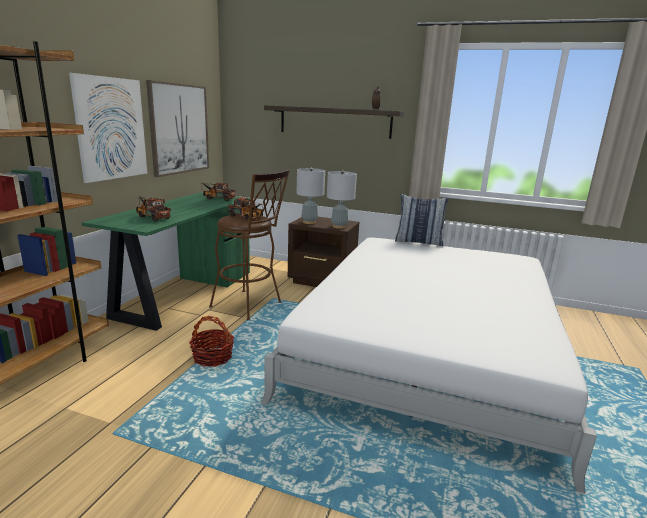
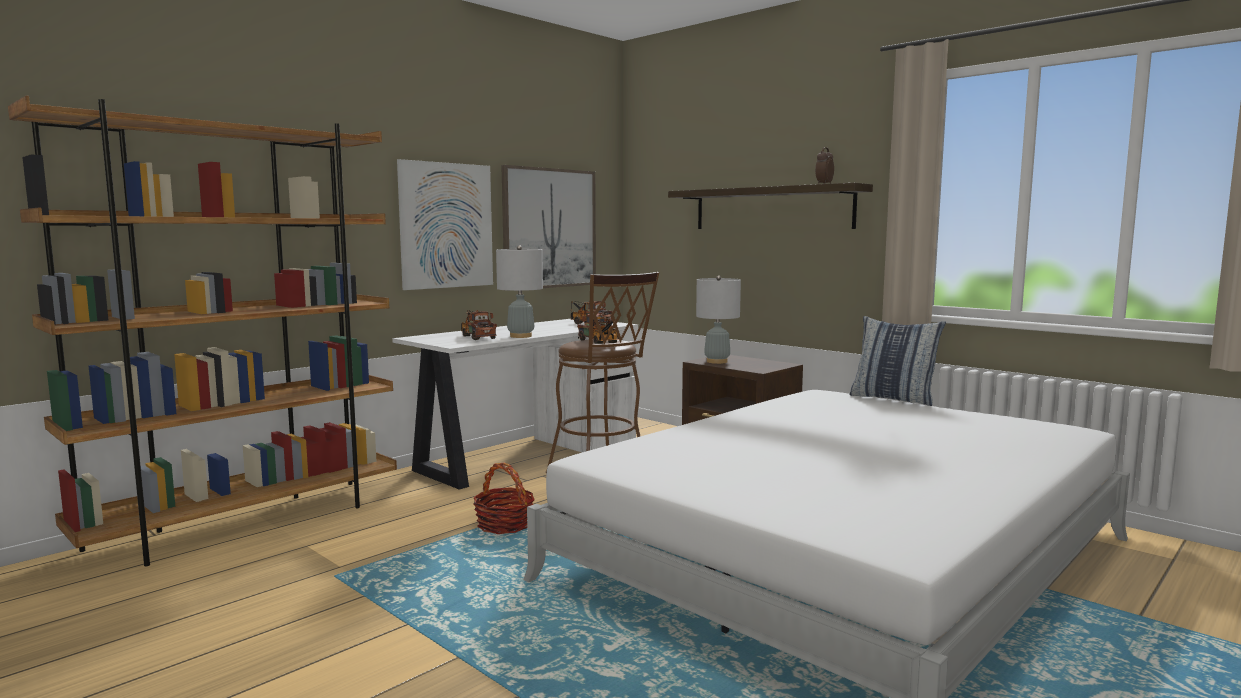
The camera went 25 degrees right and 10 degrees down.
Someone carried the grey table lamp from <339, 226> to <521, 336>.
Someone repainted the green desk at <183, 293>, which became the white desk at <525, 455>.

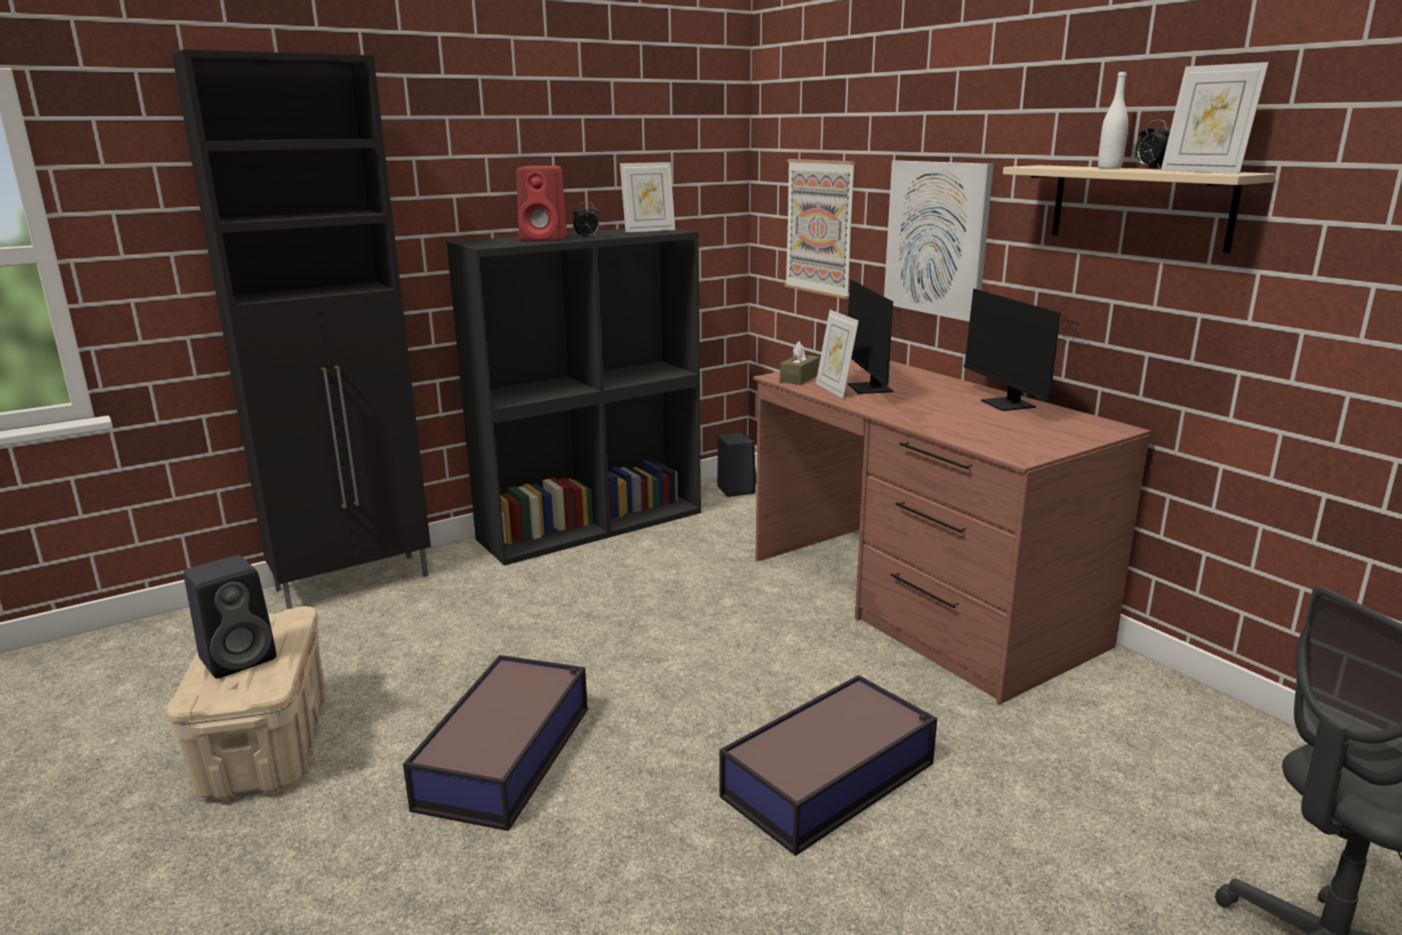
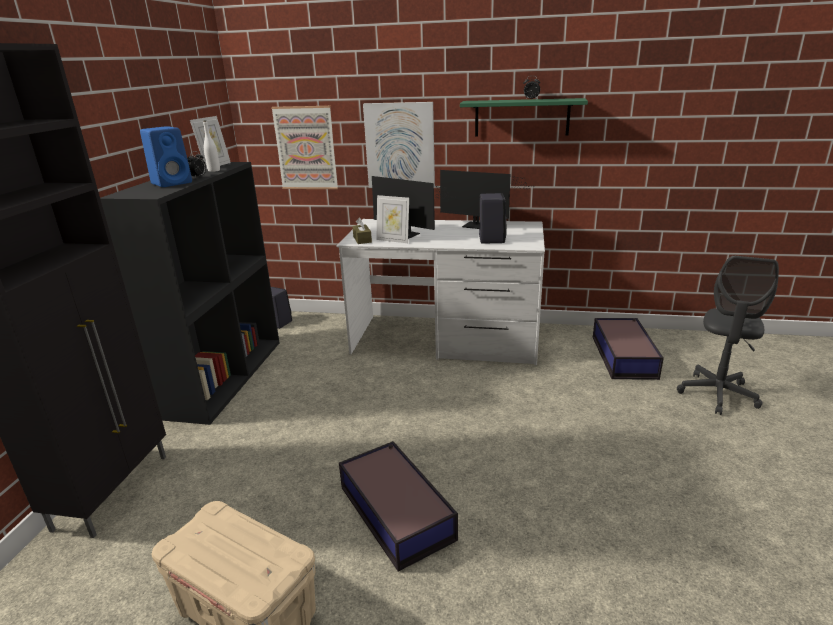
The camera went 45 degrees left and 5 degrees up.
Someone took away the picture frame at <1203, 172>.
Someone carried the white bottle from <1109, 168> to <214, 170>.
Someone repainted the beige shelf at <1140, 206>, which became the green shelf at <521, 117>.
Someone repainted the red speaker at <545, 239>, which became the blue speaker at <173, 183>.
Someone repainted the brown desk at <917, 600>, which became the white desk at <446, 339>.
Someone carried the black speaker from <240, 657> to <491, 239>.
Someone carried the storage box from <831, 779> to <623, 356>.

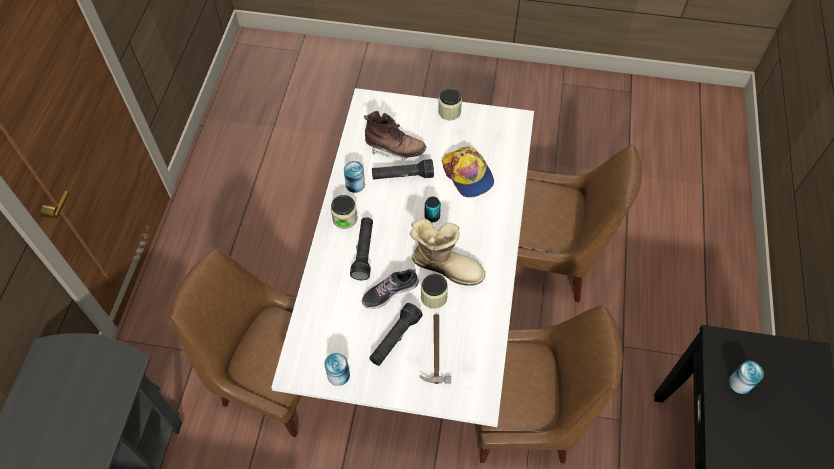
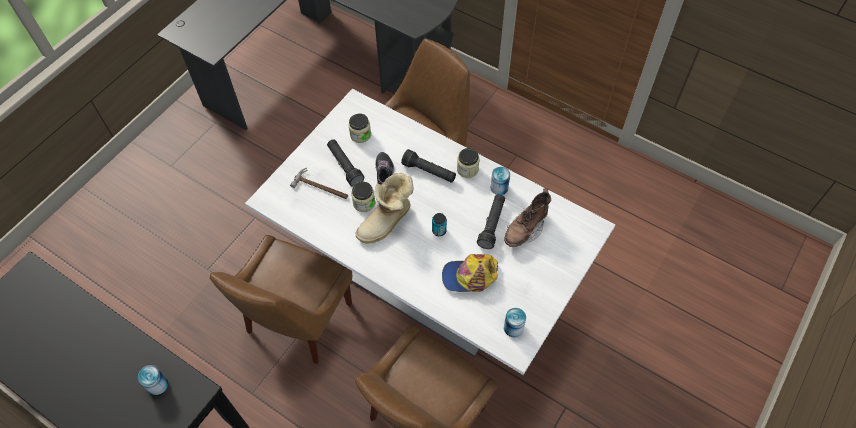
The camera went 115 degrees right and 0 degrees up.
Someone carried the jar from <449, 112> to <360, 135>.
Someone carried the can from <338, 375> to <513, 328>.

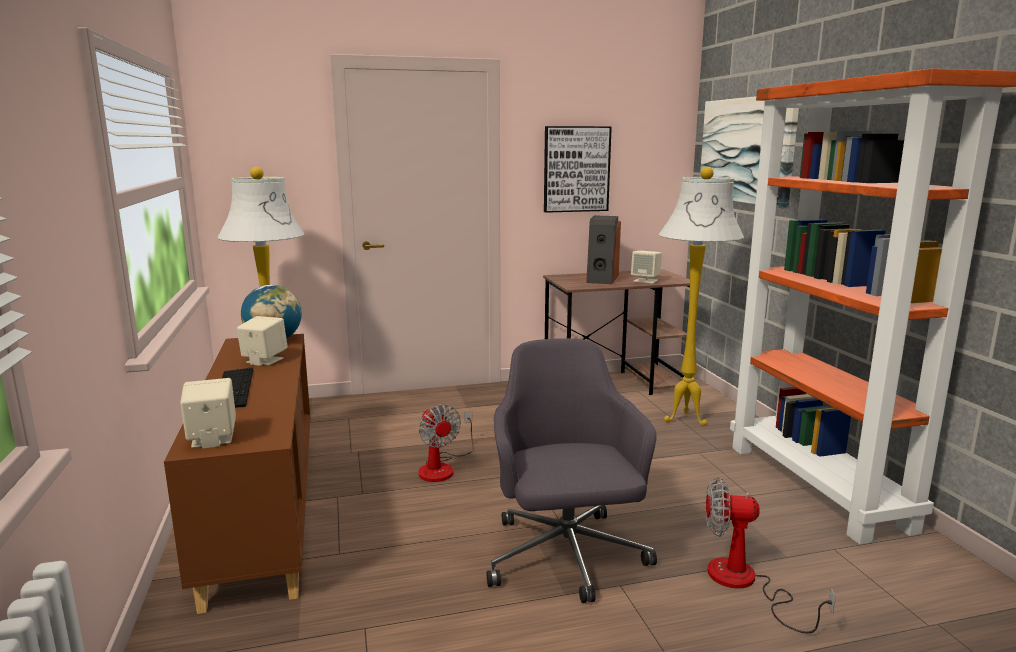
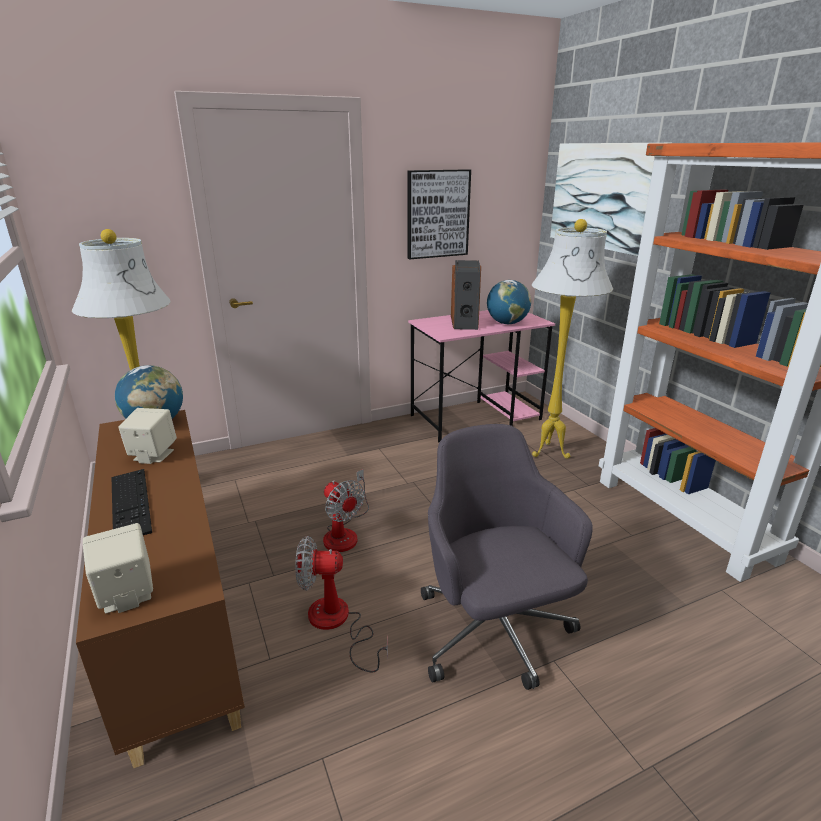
The camera went 10 degrees left and 10 degrees up.
Someone swapped the beige speaker at <646, 281> for the globe at <507, 323>.
Someone repainted the brown desk at <615, 385>, which became the pink desk at <476, 417>.
Someone carried the fan from <745, 584> to <337, 623>.

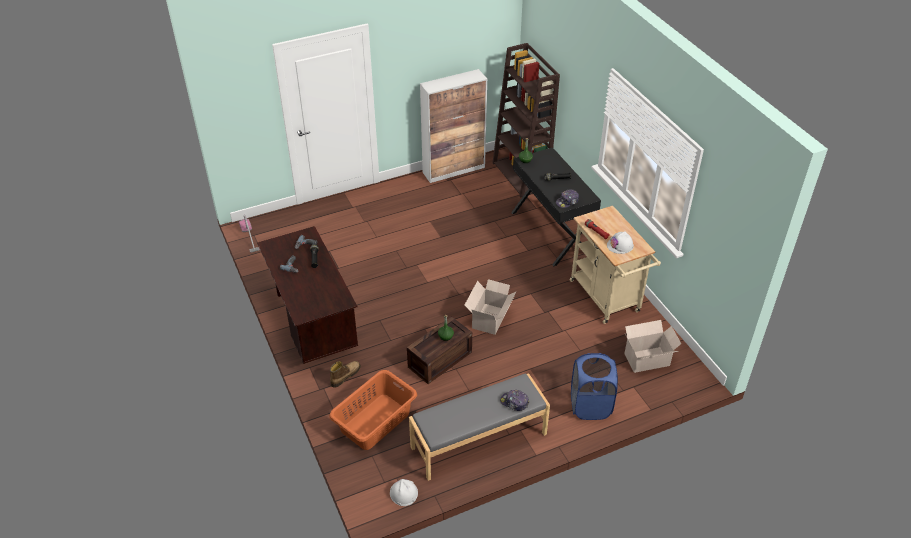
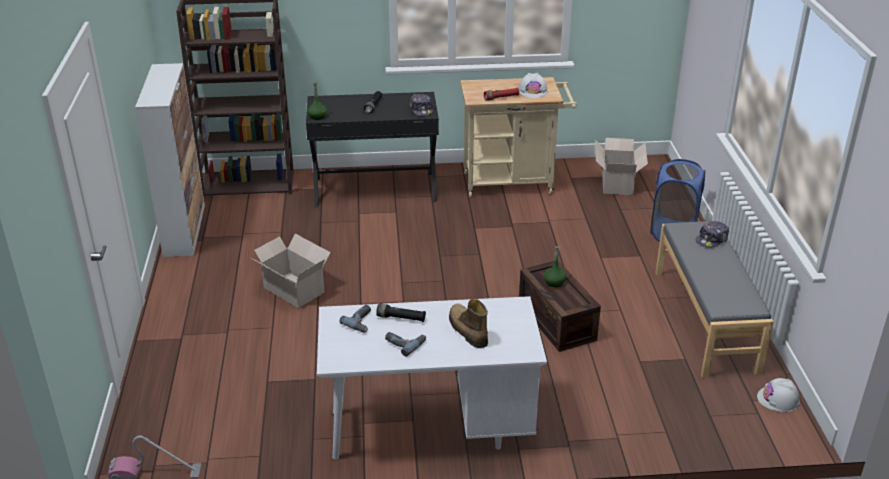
The camera went 70 degrees left and 10 degrees down.
Someone repainted the brown desk at <313, 326>, which became the white desk at <429, 429>.
Someone carried the cardboard box from <490, 318> to <293, 289>.
Someone carried the boot from <345, 375> to <467, 331>.
Someone took away the orange laundry basket at <374, 421>.

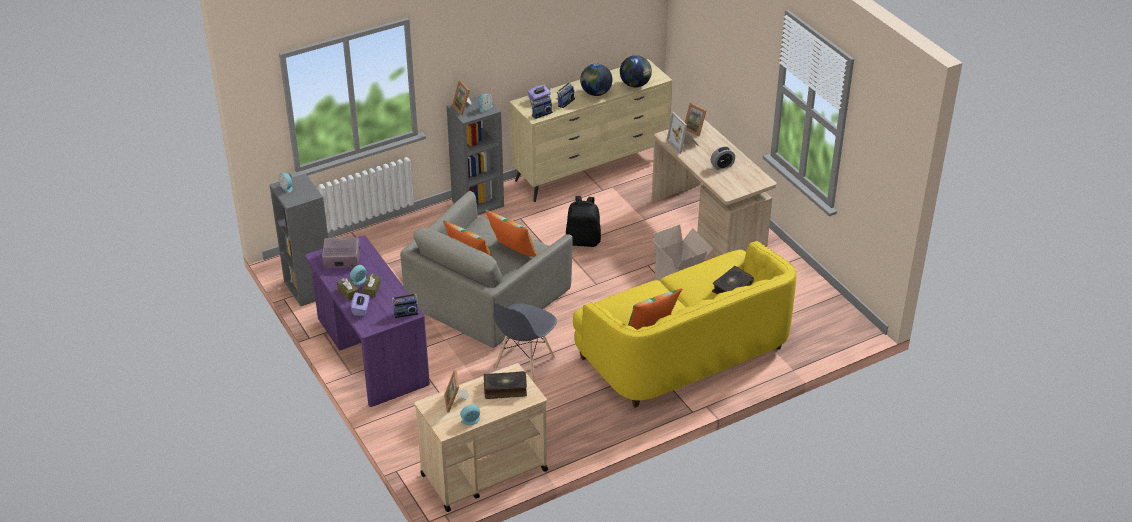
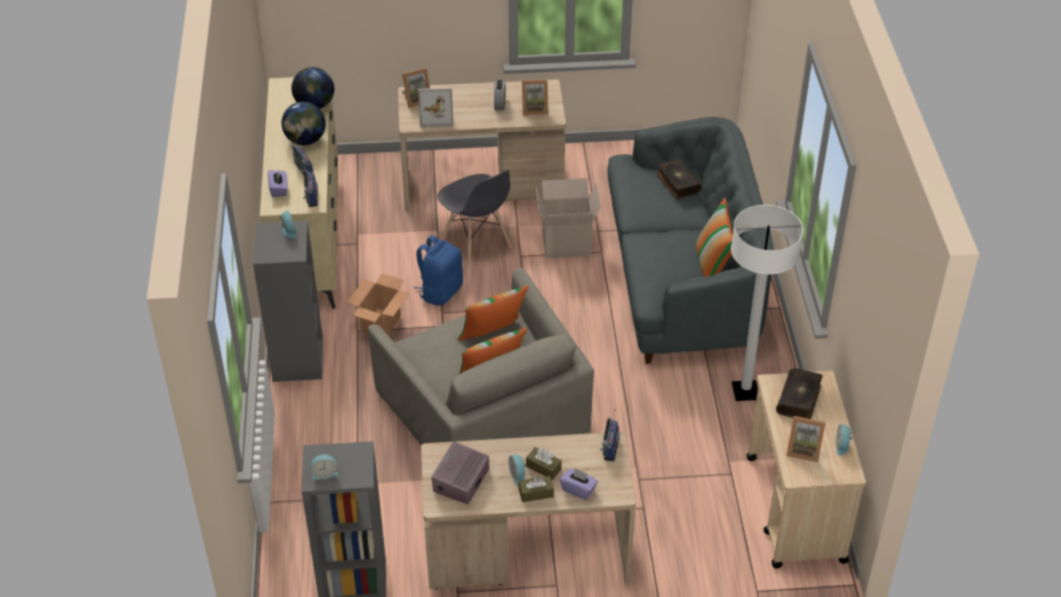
The camera went 65 degrees left and 5 degrees up.
Someone carried the picture frame from <463, 108> to <534, 109>.
Someone repainted the black backpack at <583, 241>, which became the blue backpack at <440, 291>.
Someone repainted the purple desk at <370, 353>, which became the beige desk at <527, 554>.
Someone repainted the yellow sofa at <684, 351>, which became the grey sofa at <682, 279>.
Someone carried the grey chair from <524, 363> to <476, 244>.
Someone put down the white floor lamp at <745, 391>.
Someone put down the cardboard box at <381, 324>.

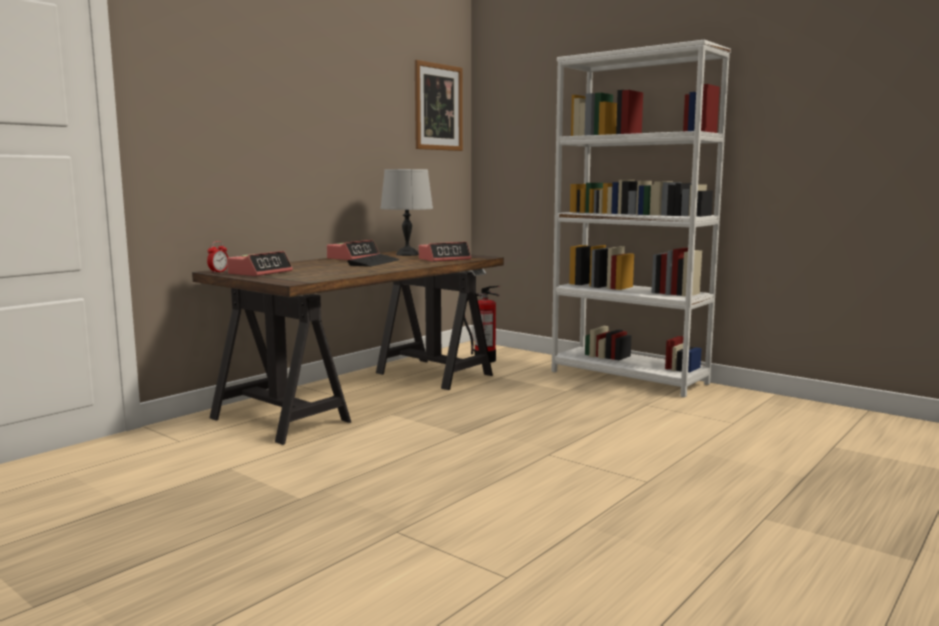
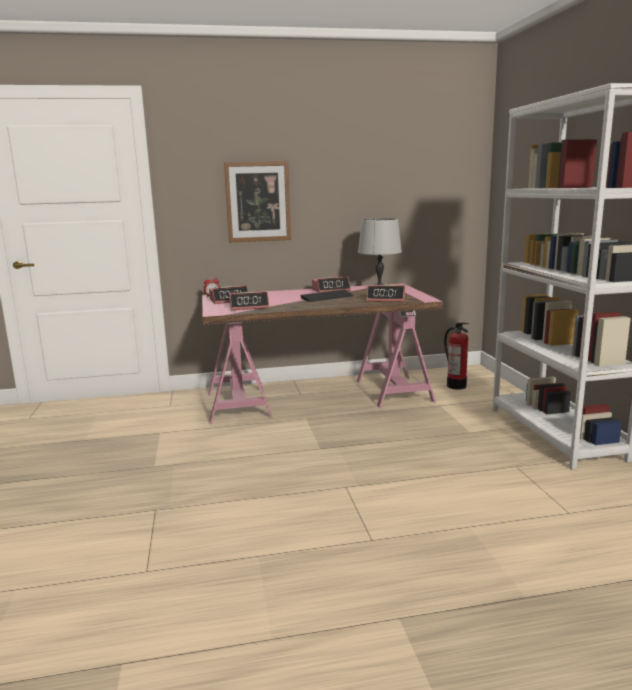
The camera went 40 degrees right and 5 degrees up.
Someone carried the picture from <438, 107> to <258, 202>.
Someone repainted the brown desk at <364, 394>, which became the pink desk at <318, 397>.
Someone put down the alarm clock at <249, 307>.

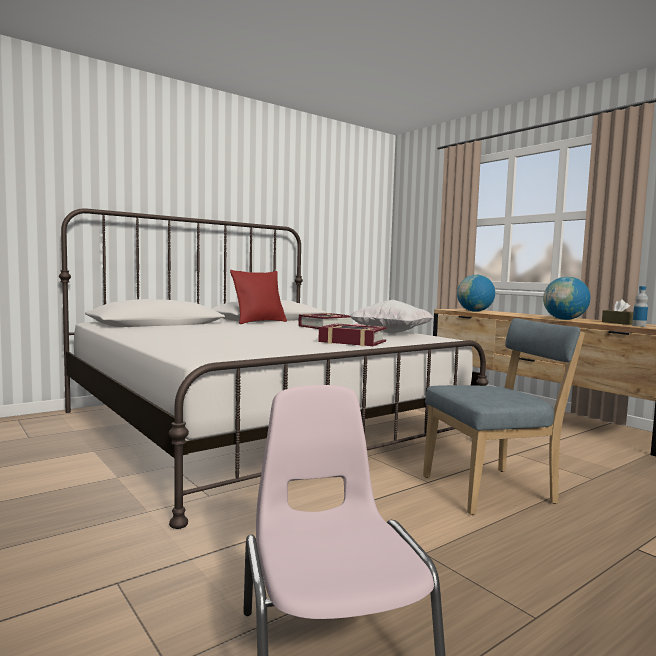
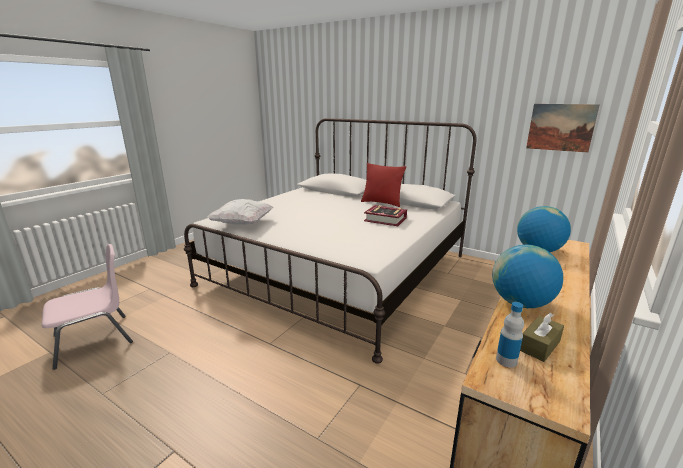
The camera went 70 degrees right and 15 degrees up.
Someone carried the white pillow from <391, 333> to <243, 224>.
Someone took away the blue chair at <493, 490>.
Someone took away the book at <352, 342>.
Someone put up the picture at <560, 127>.

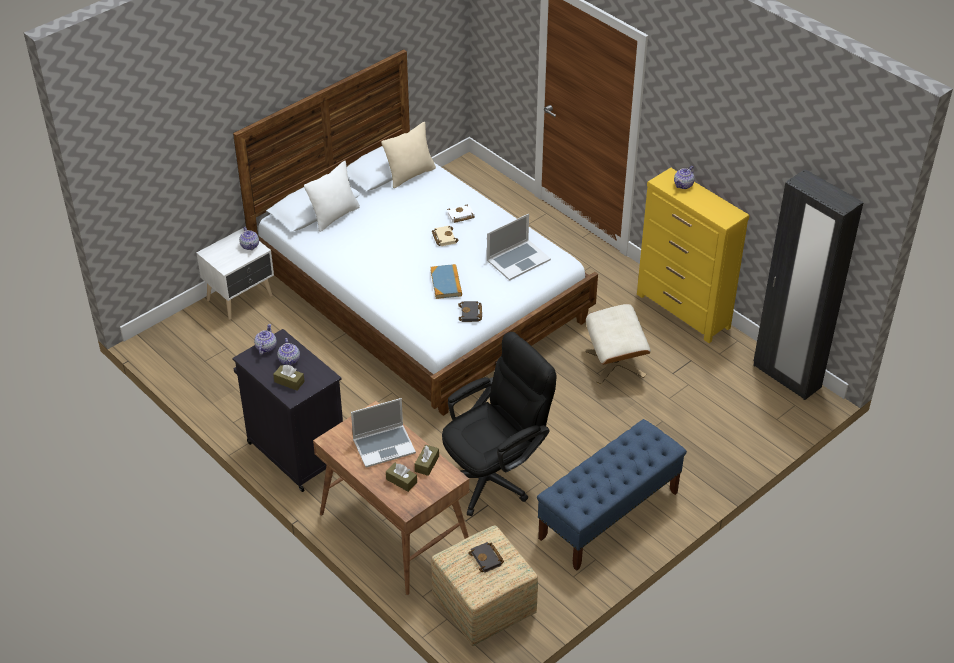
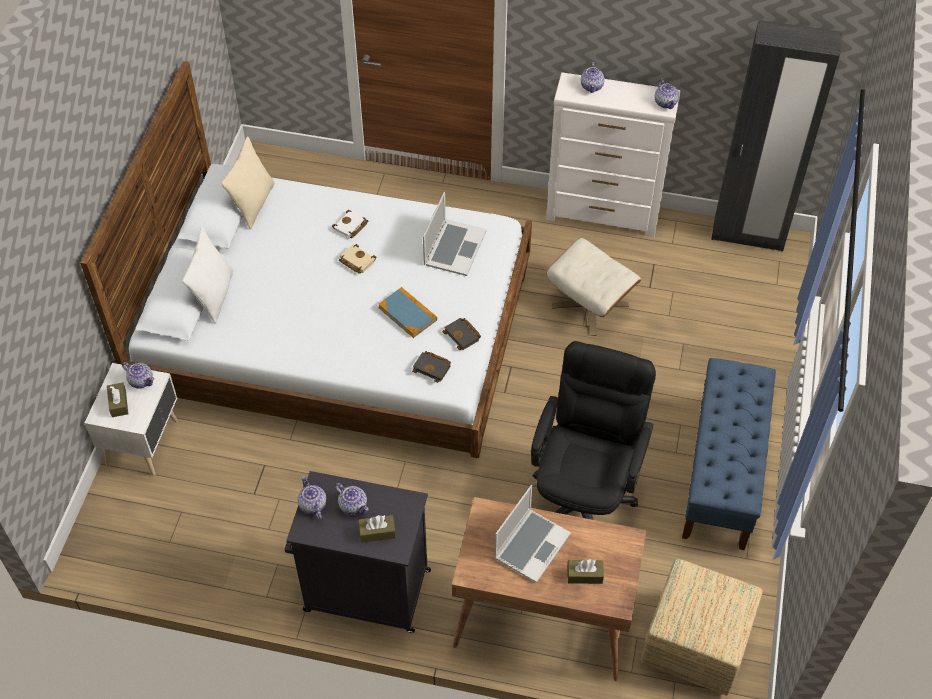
The camera went 35 degrees left and 10 degrees up.
Someone repainted the yellow dresser at <683, 311>, which became the white dresser at <603, 215>.
Someone carried the brown tissue box from <427, 464> to <118, 403>.
Someone carried the black book from <487, 559> to <433, 368>.
Someone put down the teapot at <665, 102>.

